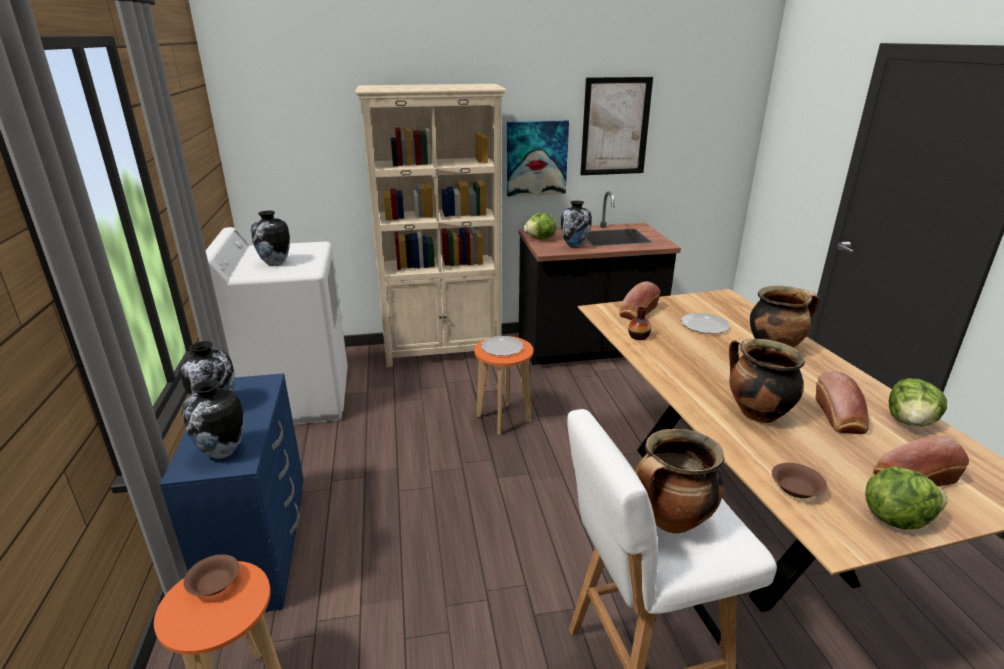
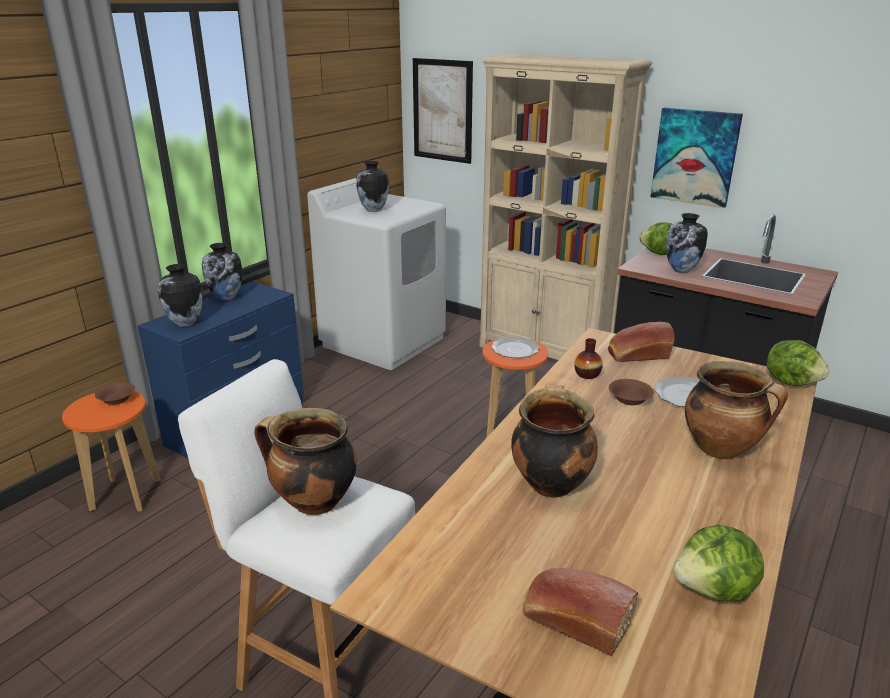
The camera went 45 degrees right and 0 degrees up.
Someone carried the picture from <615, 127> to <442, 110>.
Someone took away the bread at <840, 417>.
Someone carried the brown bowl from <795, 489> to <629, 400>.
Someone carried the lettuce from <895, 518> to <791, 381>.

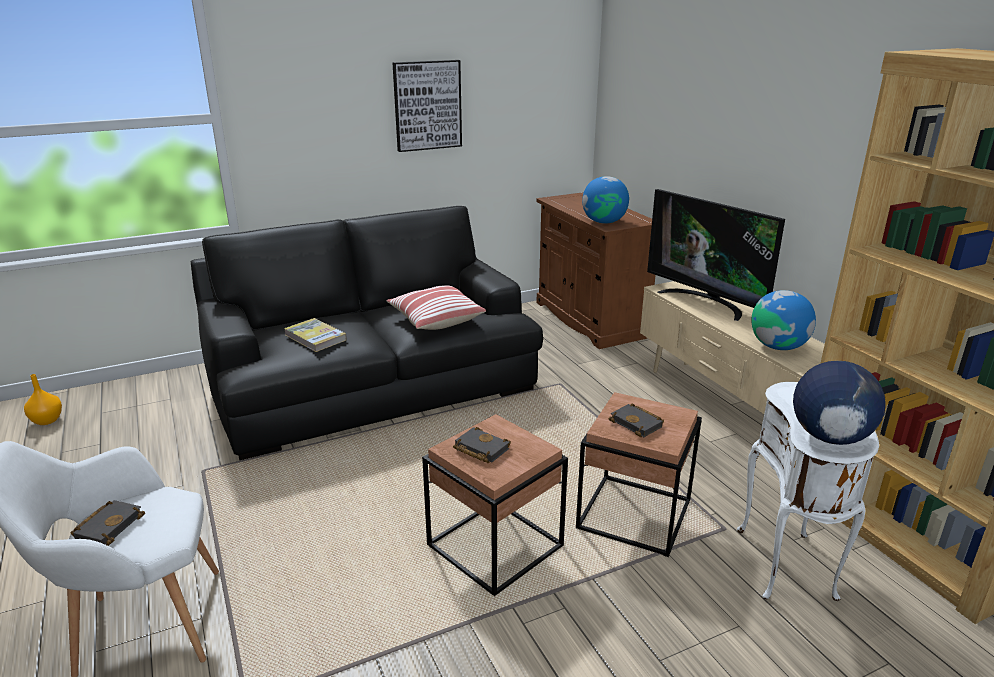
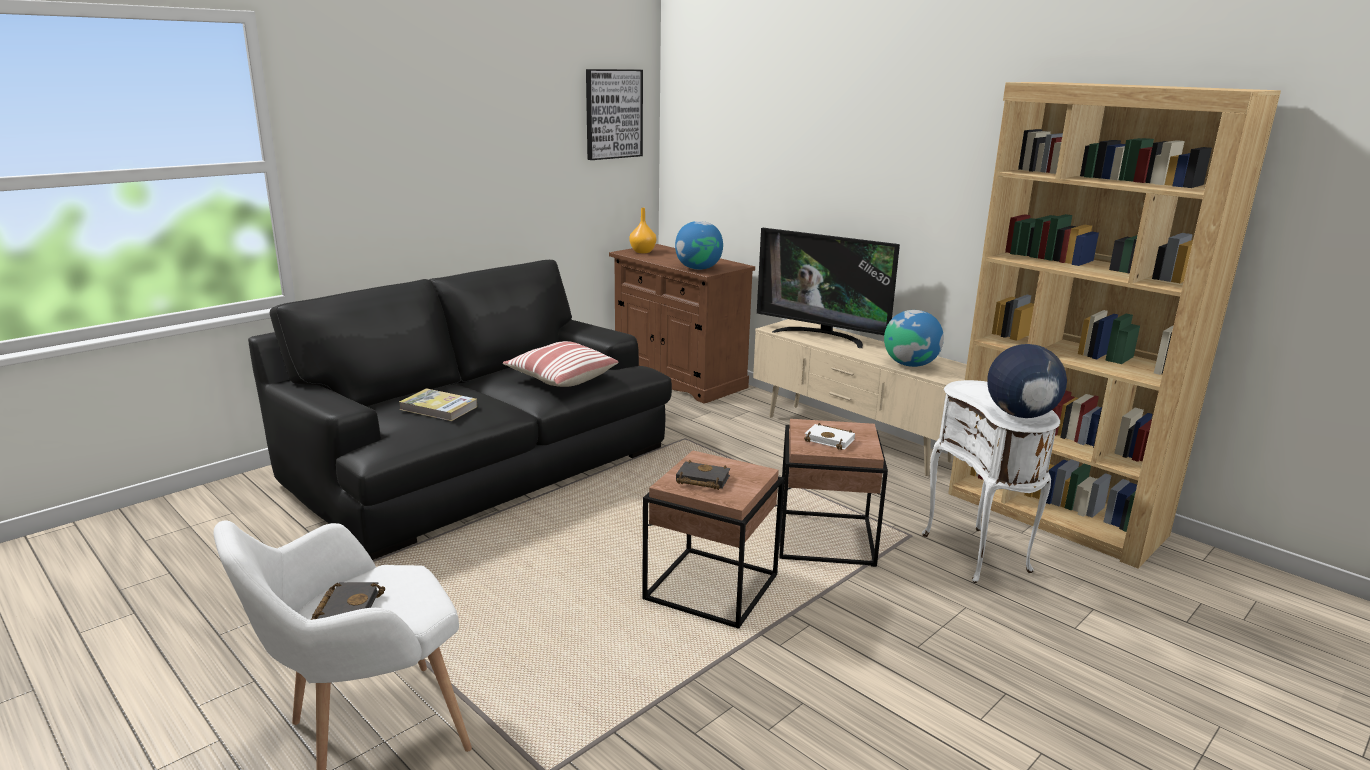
The camera went 20 degrees left and 5 degrees down.
Someone carried the picture from <427, 105> to <613, 114>.
Someone carried the orange vase from <47, 420> to <642, 251>.
Someone repainted the black book at <638, 424>, which became the white book at <831, 440>.

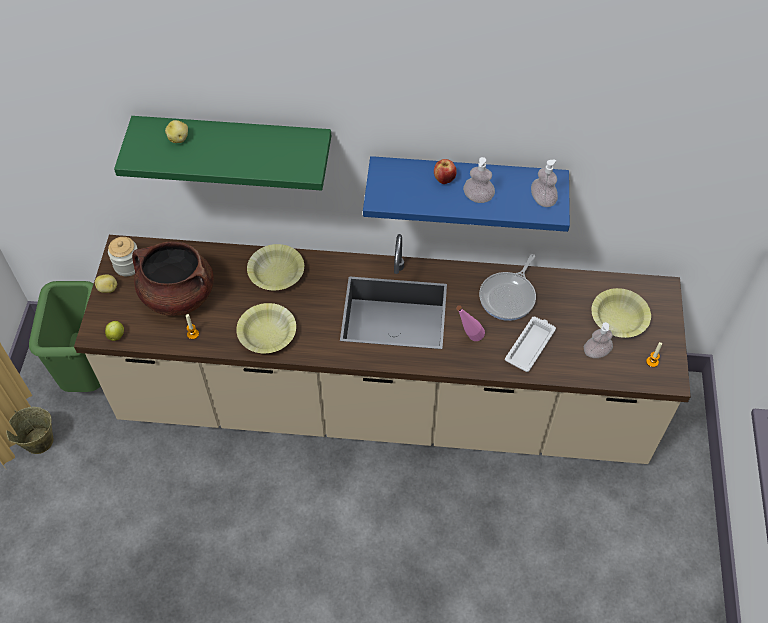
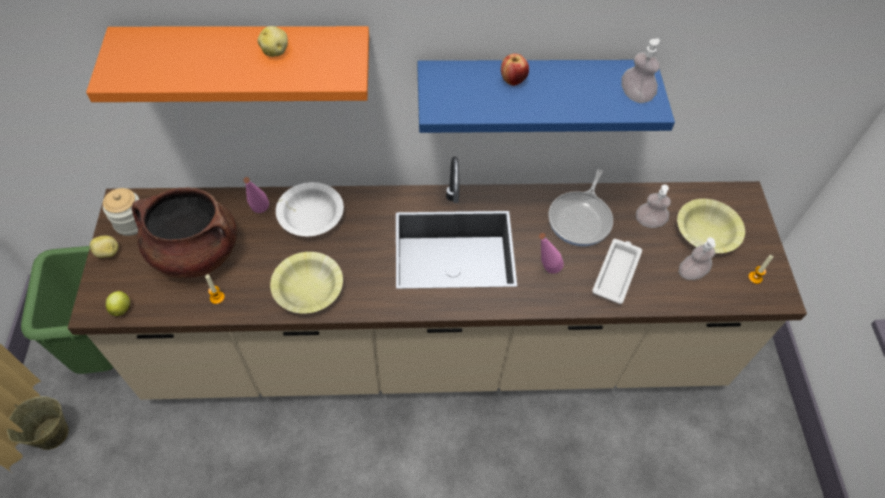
The camera went 10 degrees left and 0 degrees up.
Someone repainted the green shelf at <234, 143>, which became the orange shelf at <246, 55>.
Someone carried the potato from <179, 138> to <275, 51>.
Someone carried the soap dispenser from <478, 197> to <649, 222>.
Someone repainted the yellow bowl at <276, 273>, which became the white bowl at <311, 216>.
Someone put down the pink bottle at <260, 215>.

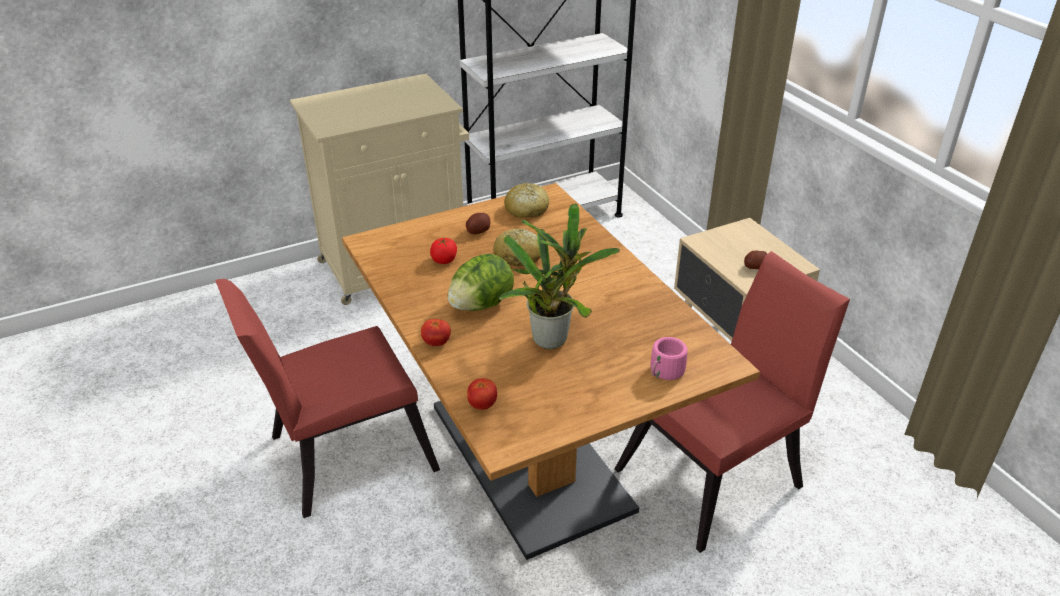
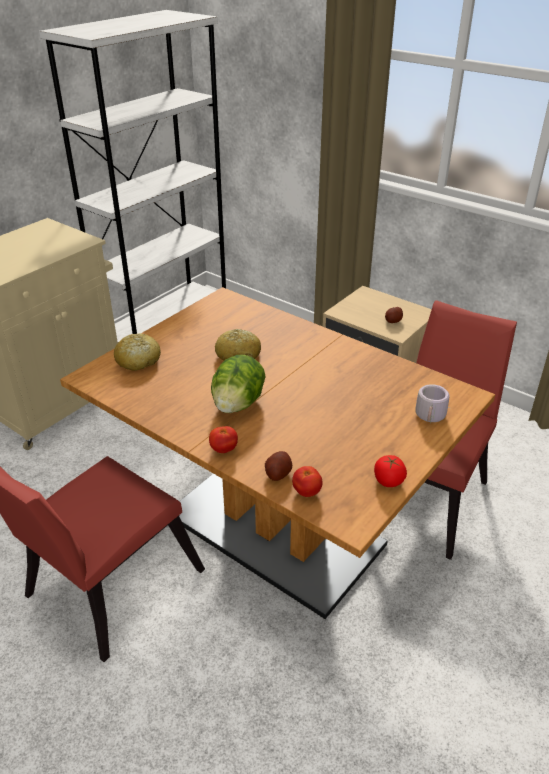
The camera went 25 degrees left and 0 degrees up.
Someone carried the bread from <526, 209> to <138, 360>.
Someone took away the potted plant at <553, 337>.
Someone carried the potato from <478, 231> to <278, 474>.
Someone carried the tomato from <444, 260> to <388, 481>.
Someone repainted the pink mug at <666, 373>, which became the grey mug at <431, 417>.

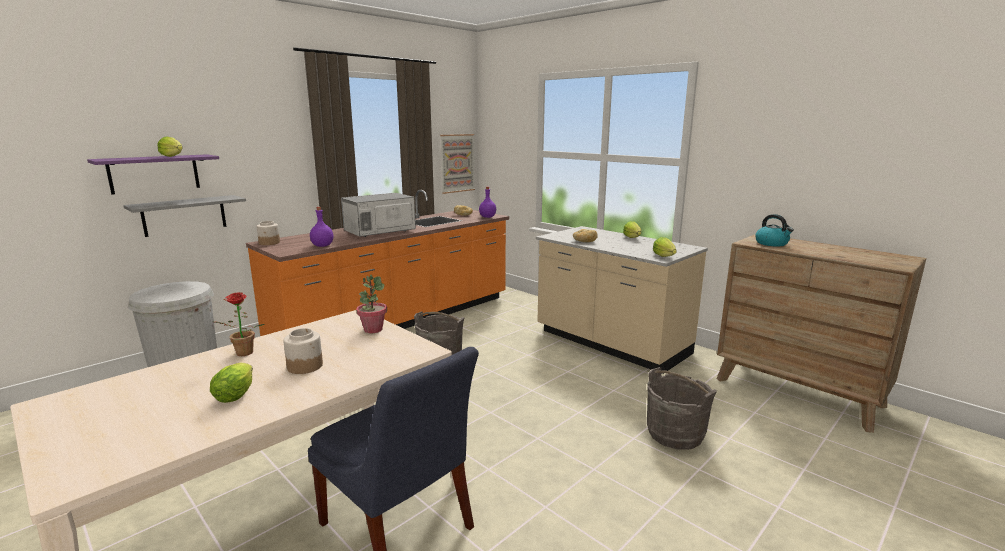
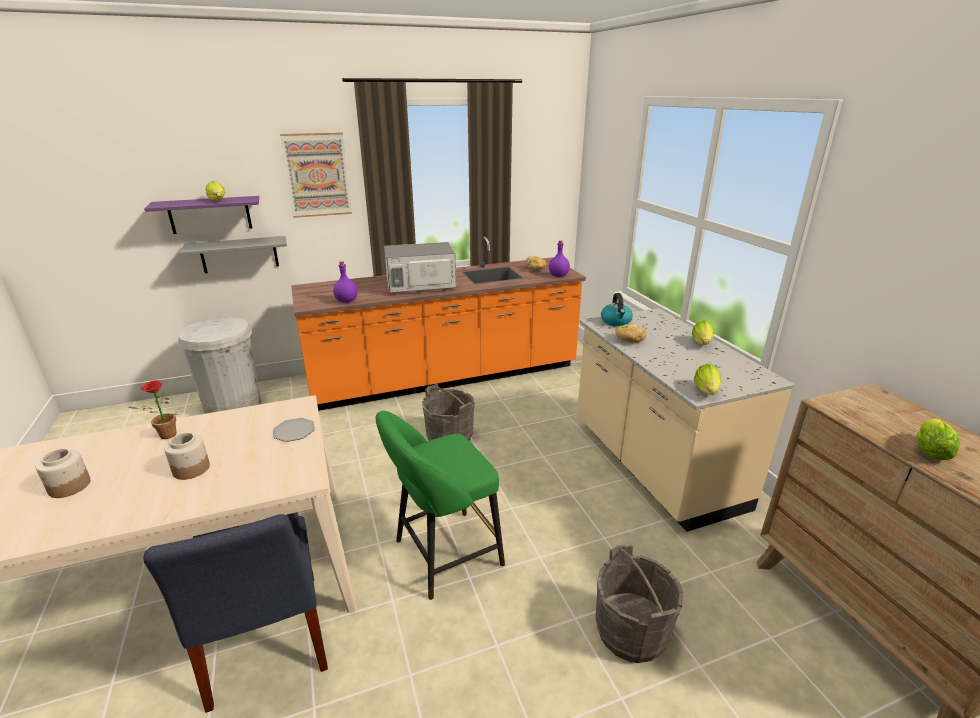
The camera went 25 degrees right and 10 degrees up.
Someone carried the picture from <457, 163> to <317, 175>.
Someone carried the kettle from <772, 243> to <616, 322>.
Someone carried the jar from <269, 243> to <69, 486>.
Someone swapped the potted plant at <373, 329> for the plate at <294, 431>.
Someone carried the lettuce from <237, 394> to <929, 450>.
Someone put down the green stool at <443, 555>.

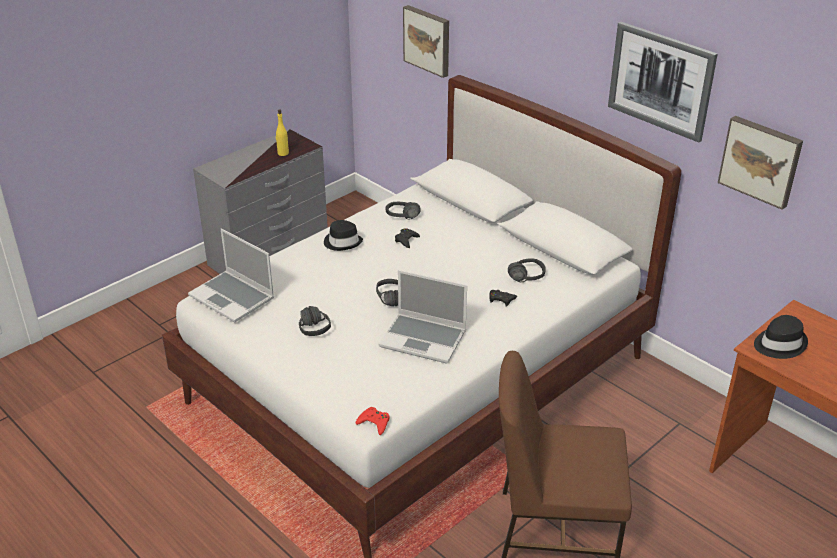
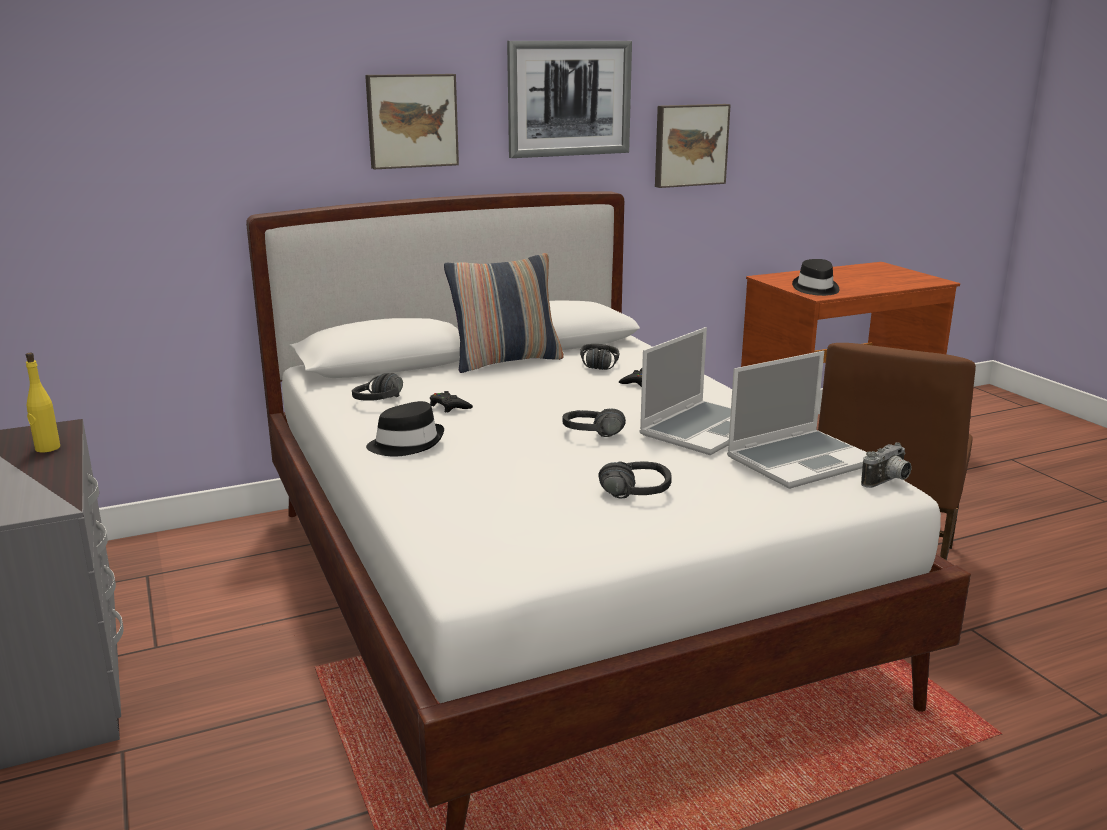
The camera went 70 degrees left and 15 degrees down.
Someone carried the picture from <428, 40> to <411, 120>.
Someone carried the laptop from <233, 297> to <800, 460>.
Someone swapped the red game controller at <374, 423> for the photo camera at <888, 482>.
Someone put down the pillow at <506, 361>.

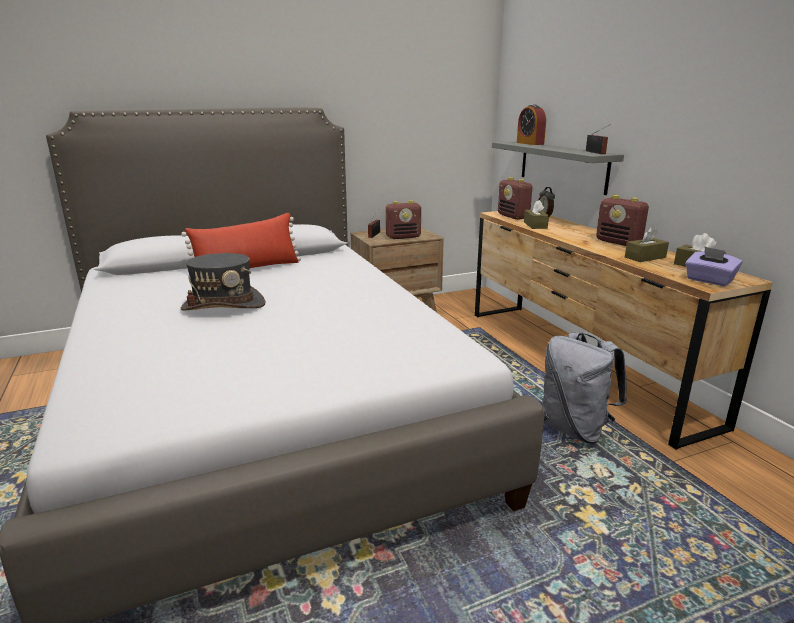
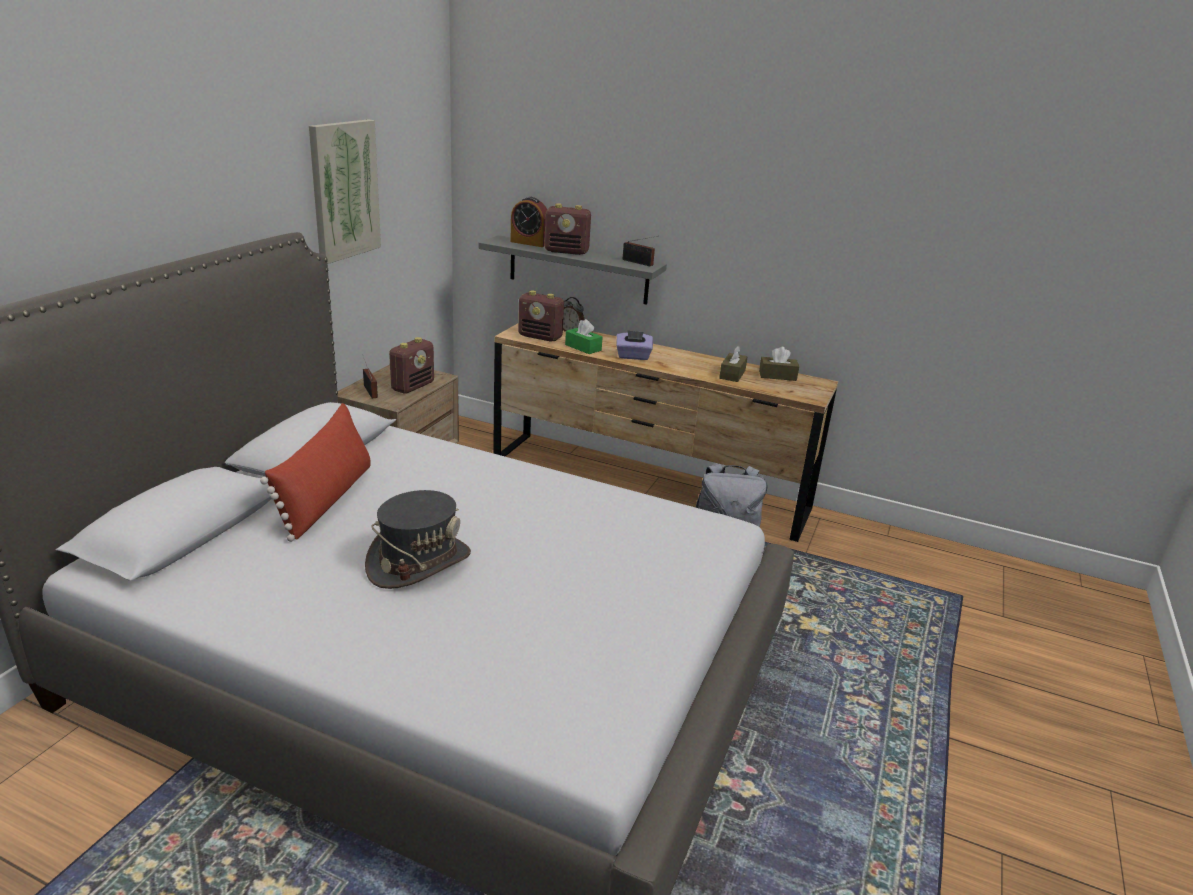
The camera went 45 degrees left and 5 degrees up.
Someone carried the radio from <619, 242> to <567, 251>.
Someone repainted the brown tissue box at <535, 225>, which became the green tissue box at <583, 347>.
Someone carried the purple tissue box from <709, 280> to <633, 356>.
Someone put up the picture at <344, 190>.

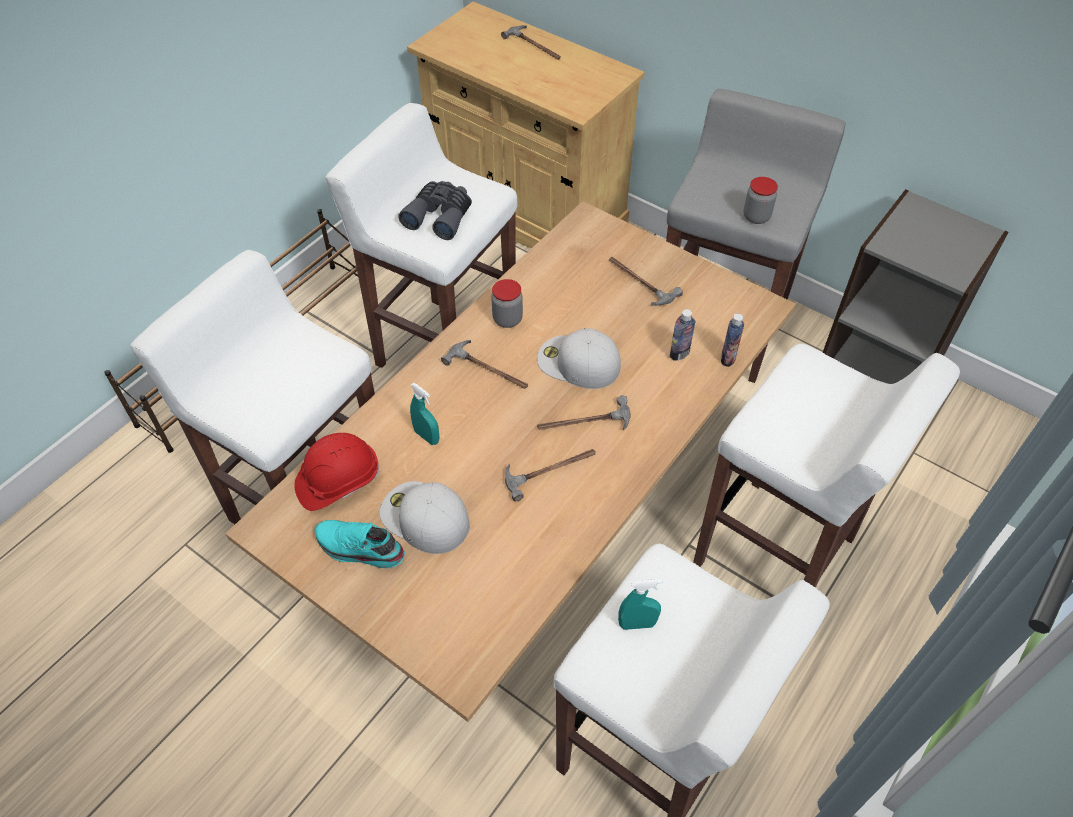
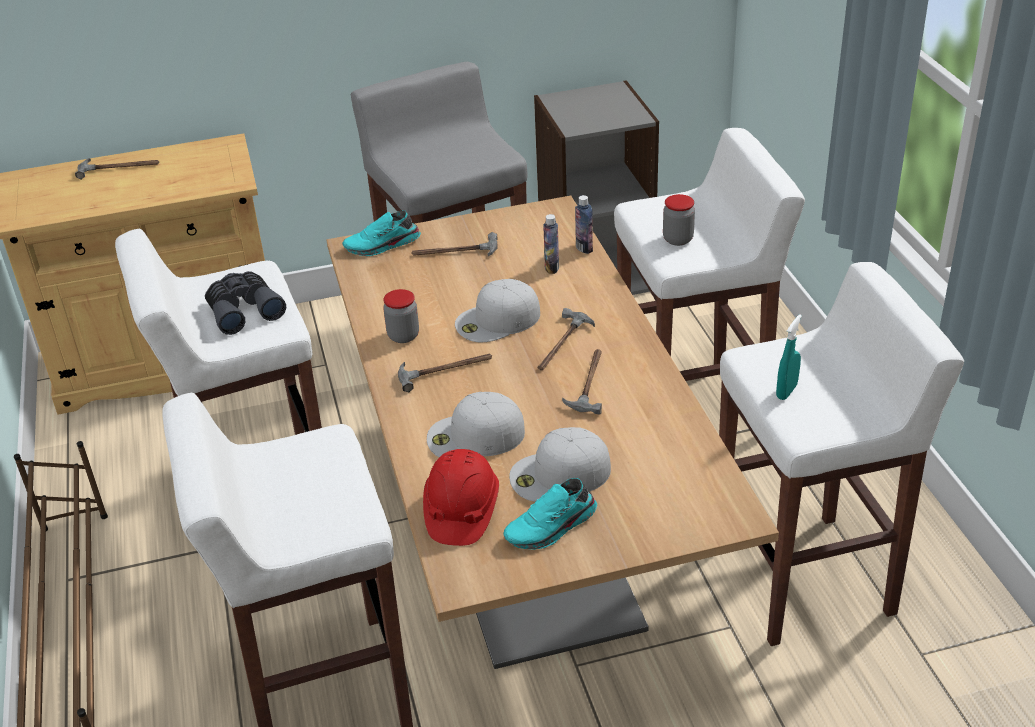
The camera went 50 degrees left and 15 degrees down.
Someone carried the jar from <756, 217> to <678, 239>.
Someone swapped the turquoise spray bottle at <427, 436> for the white cap at <475, 436>.
Someone put down the turquoise shoe at <382, 246>.

